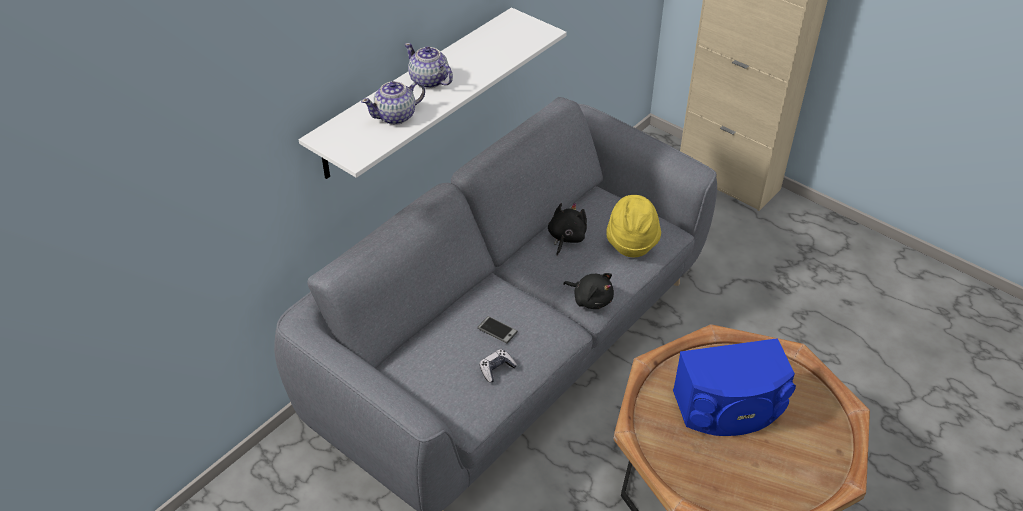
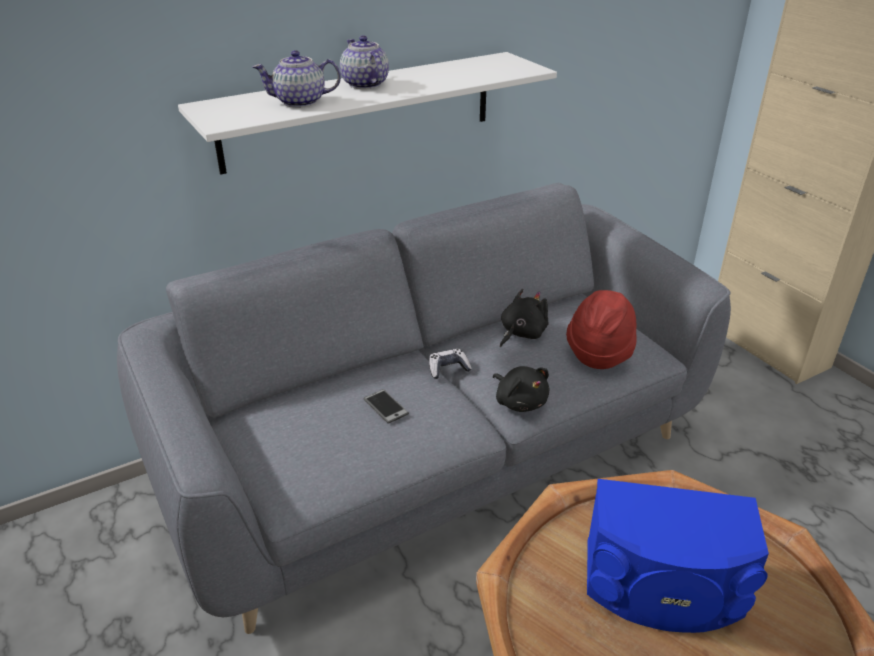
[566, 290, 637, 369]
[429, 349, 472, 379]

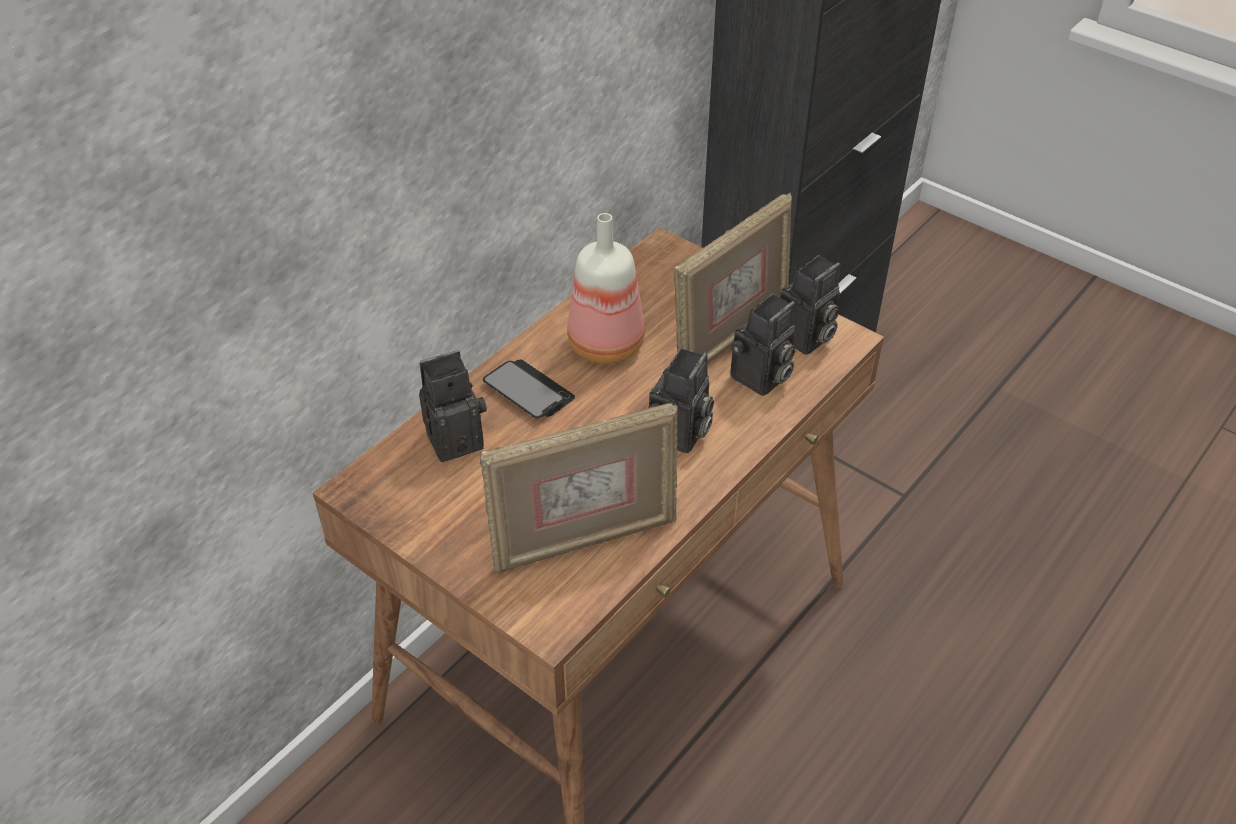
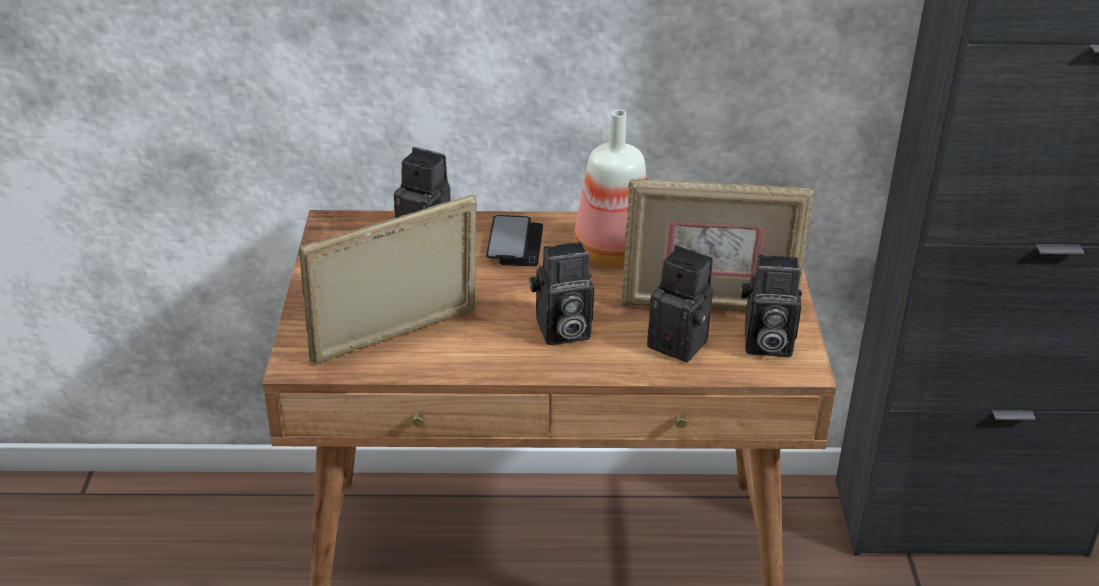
[647, 244, 713, 362]
[299, 195, 477, 363]

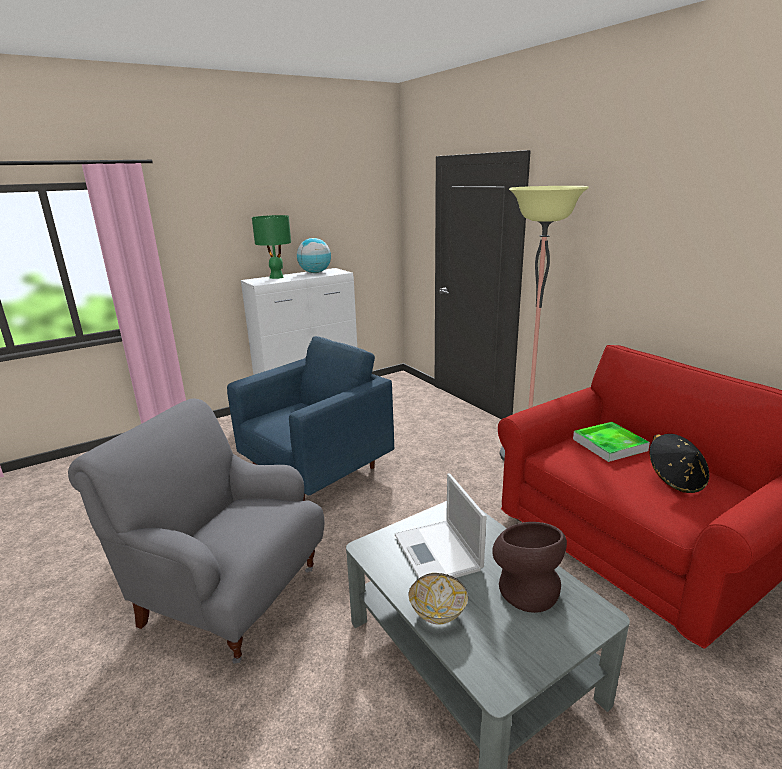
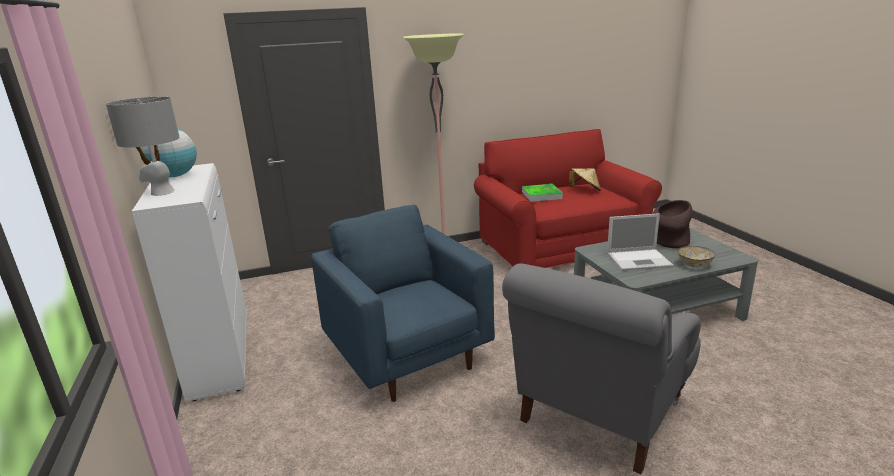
[106, 96, 180, 196]
[569, 169, 601, 191]

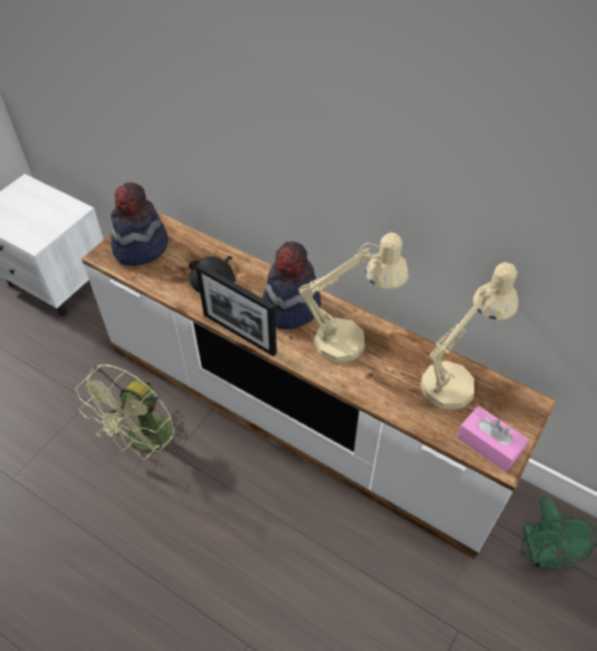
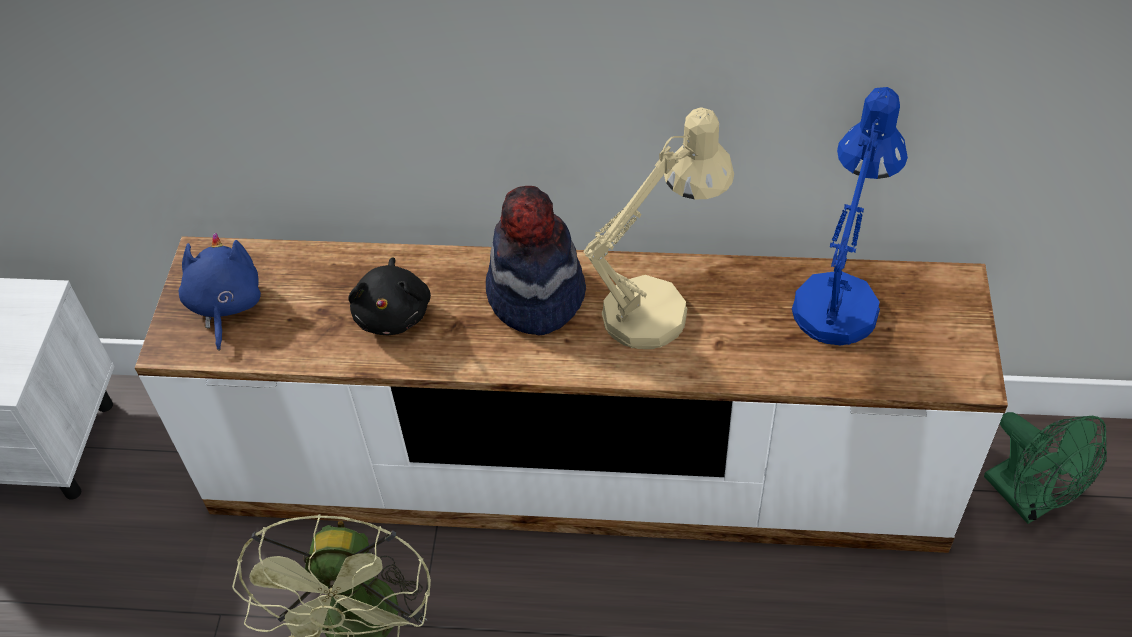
[179, 233, 261, 351]
[792, 87, 908, 345]
[196, 263, 277, 357] (first image)
[457, 406, 528, 472] (first image)

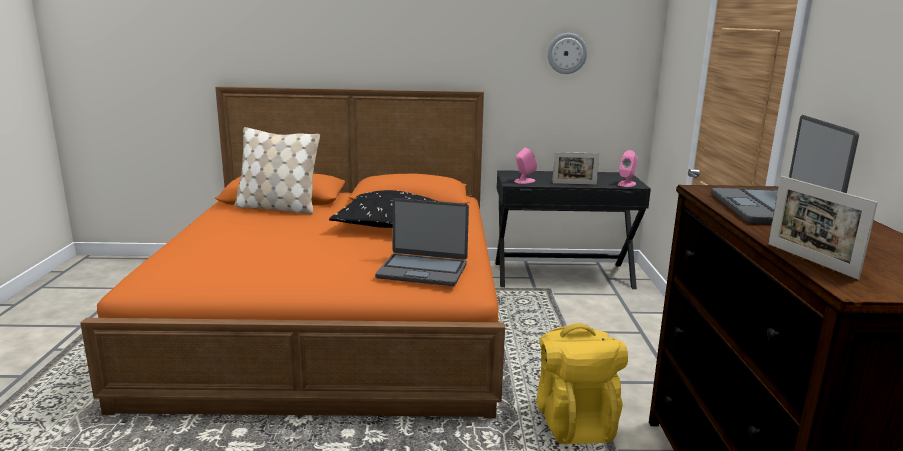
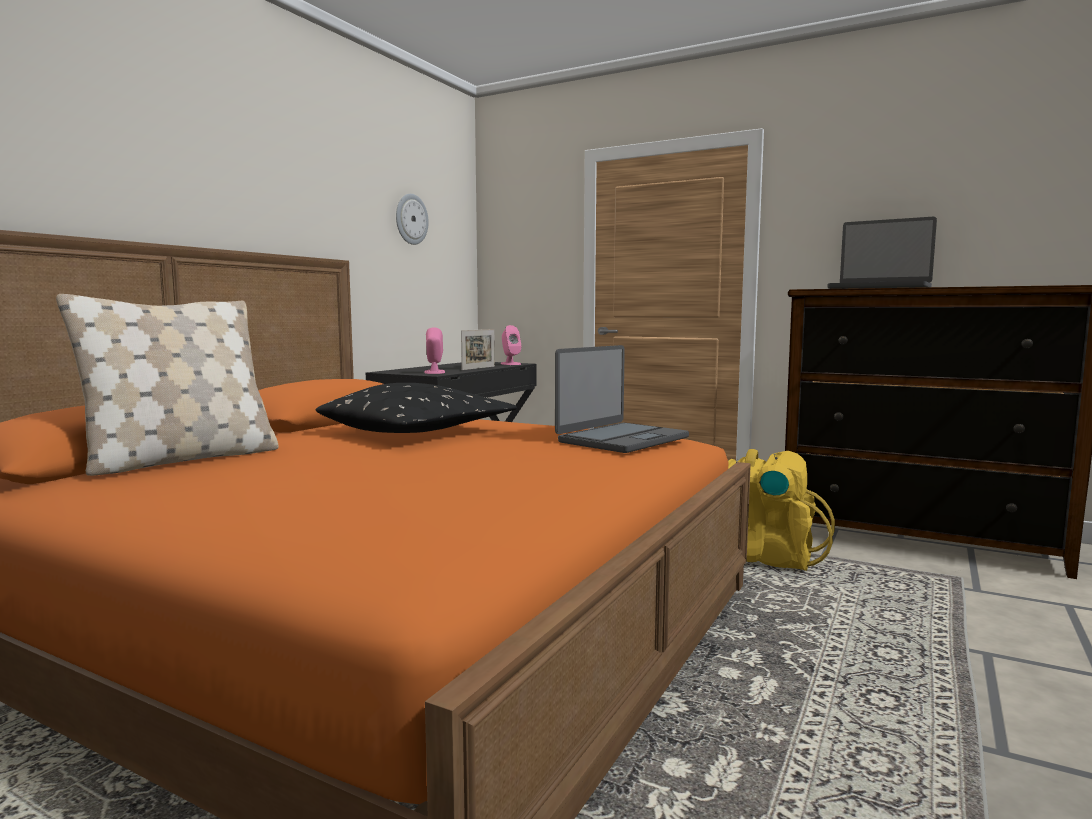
[768, 176, 878, 280] (first image)

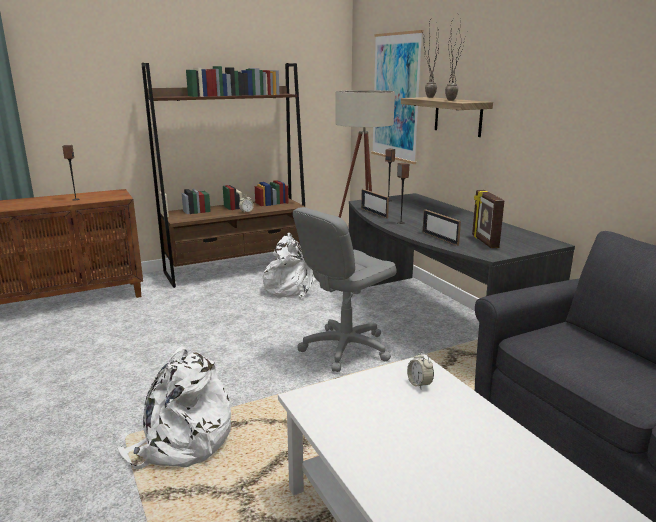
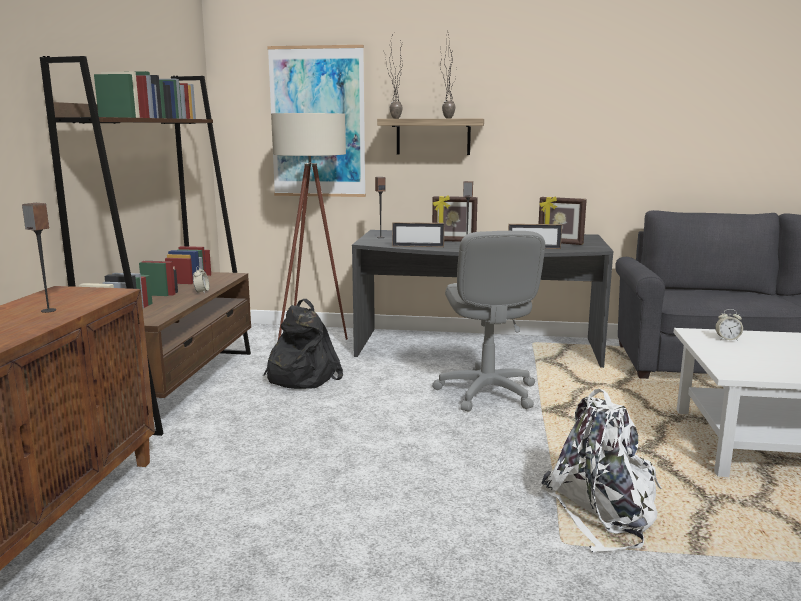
[263, 299, 343, 389]
[432, 196, 478, 242]

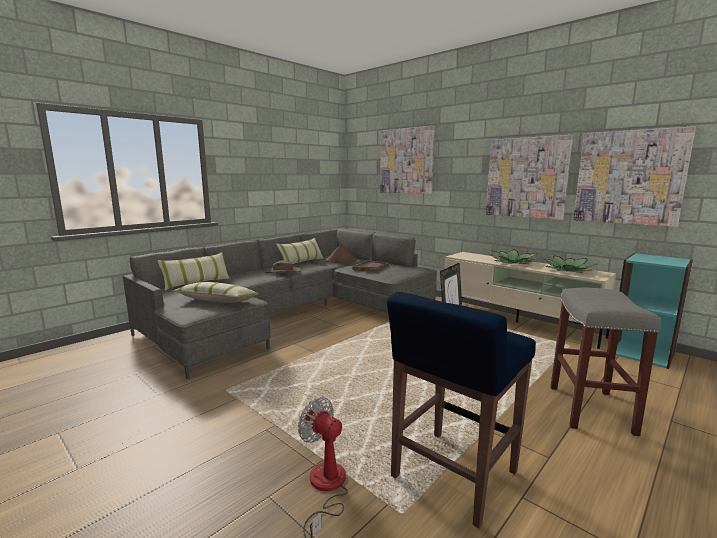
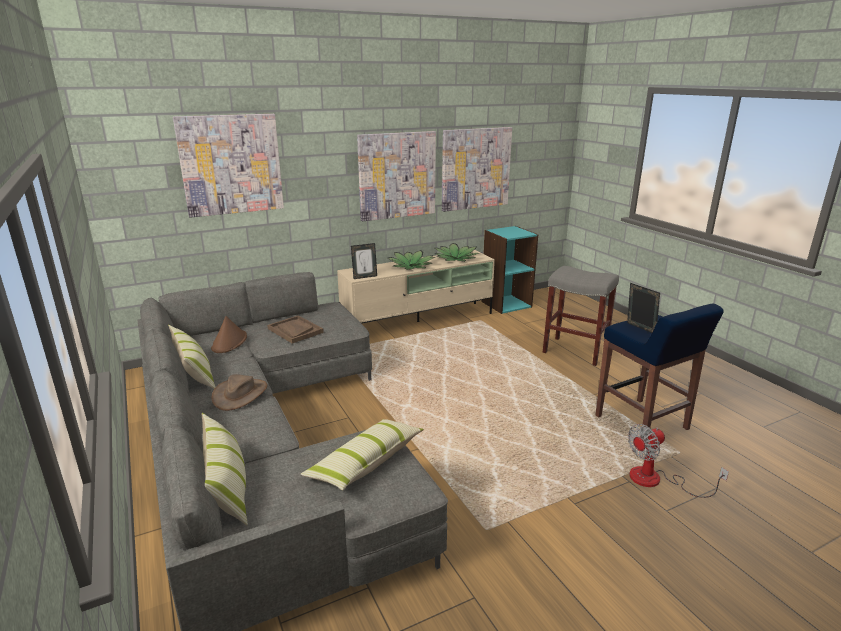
[351, 243, 377, 279]

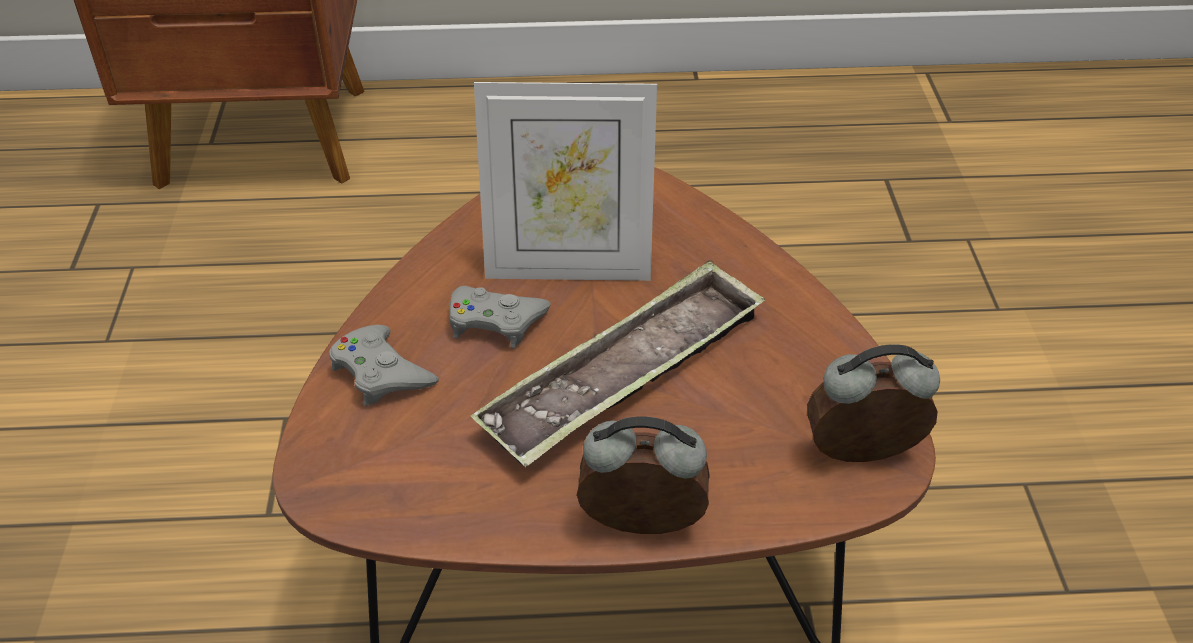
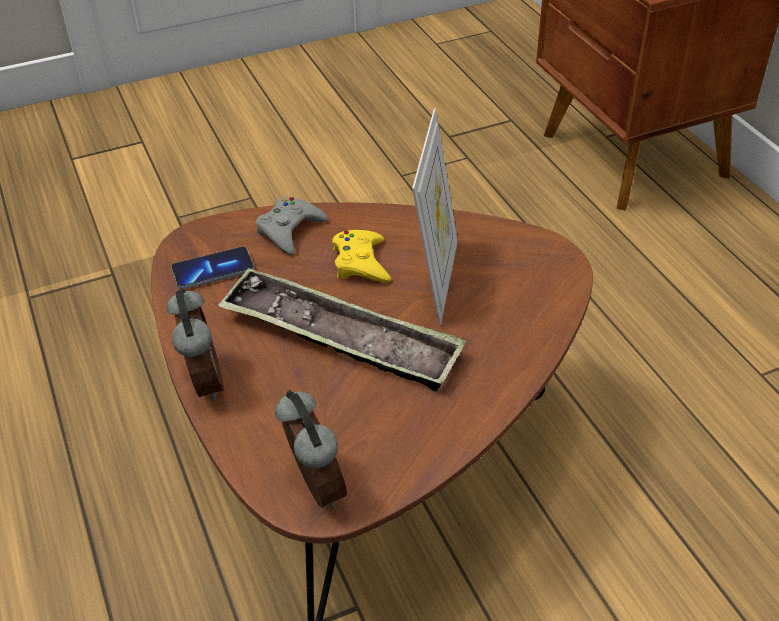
[412, 108, 458, 325]
[332, 230, 391, 282]
[171, 247, 254, 289]

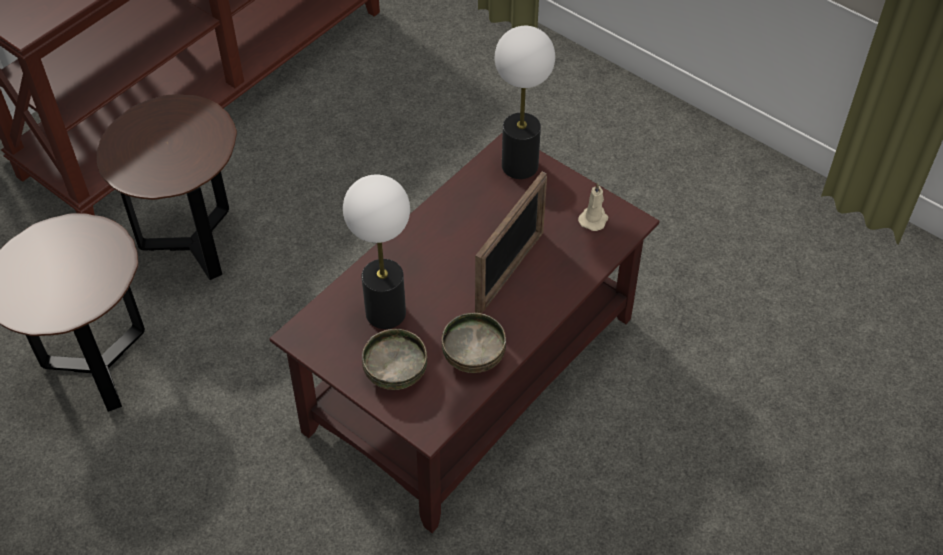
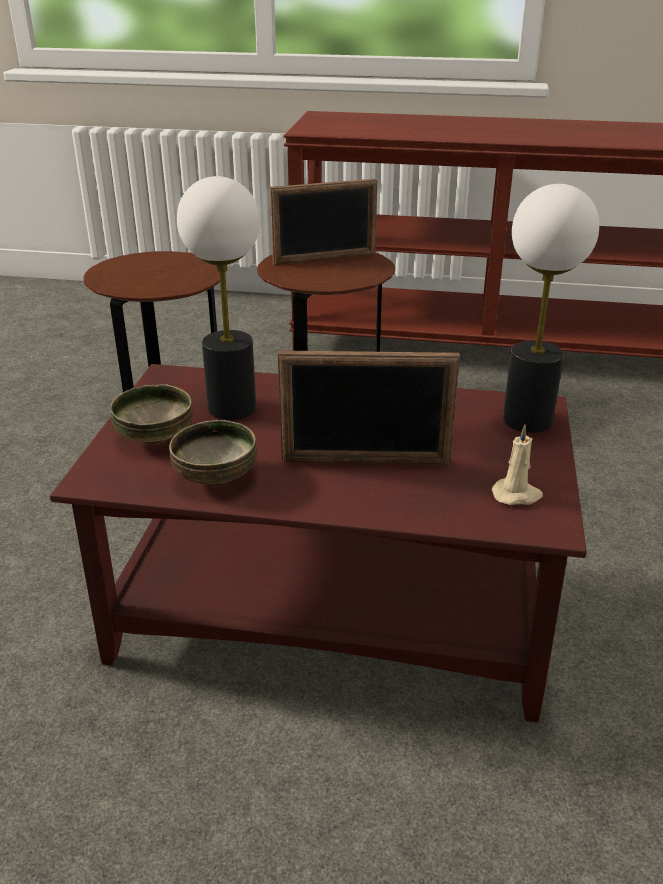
[270, 179, 377, 265]

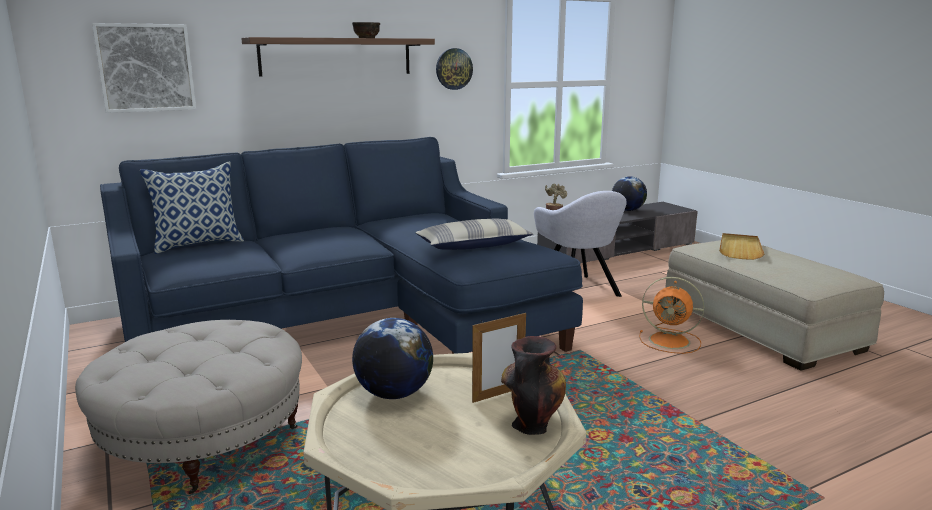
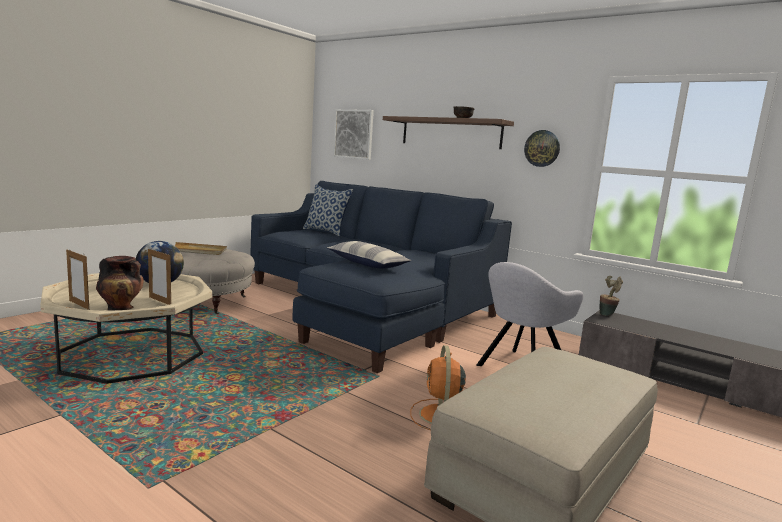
[612, 176, 647, 211] (first image)
[175, 242, 227, 255]
[66, 250, 89, 310]

